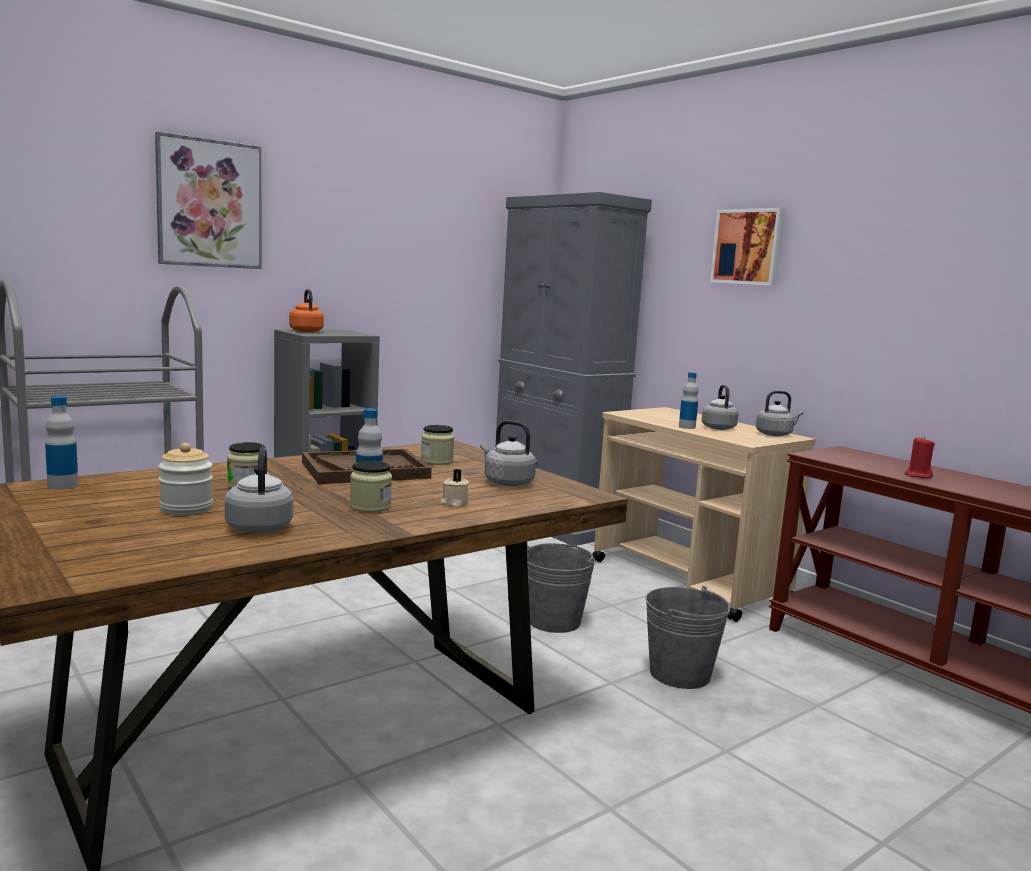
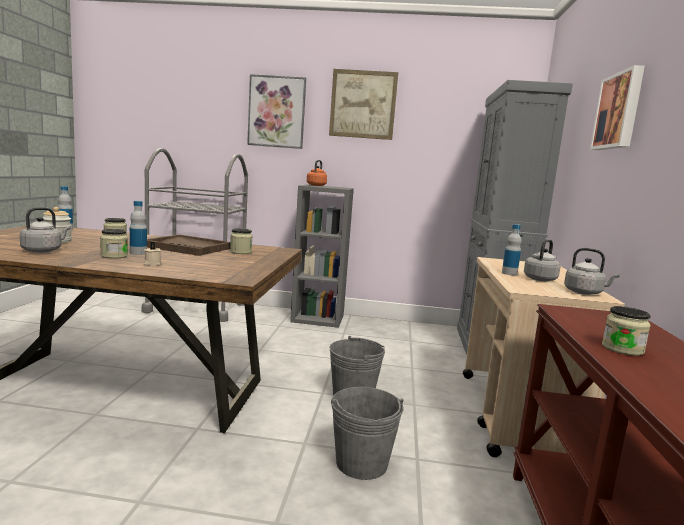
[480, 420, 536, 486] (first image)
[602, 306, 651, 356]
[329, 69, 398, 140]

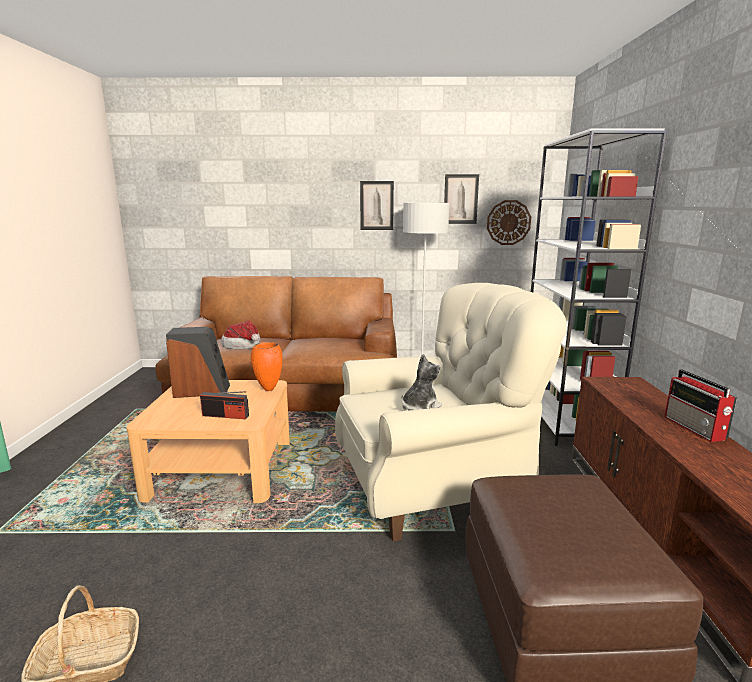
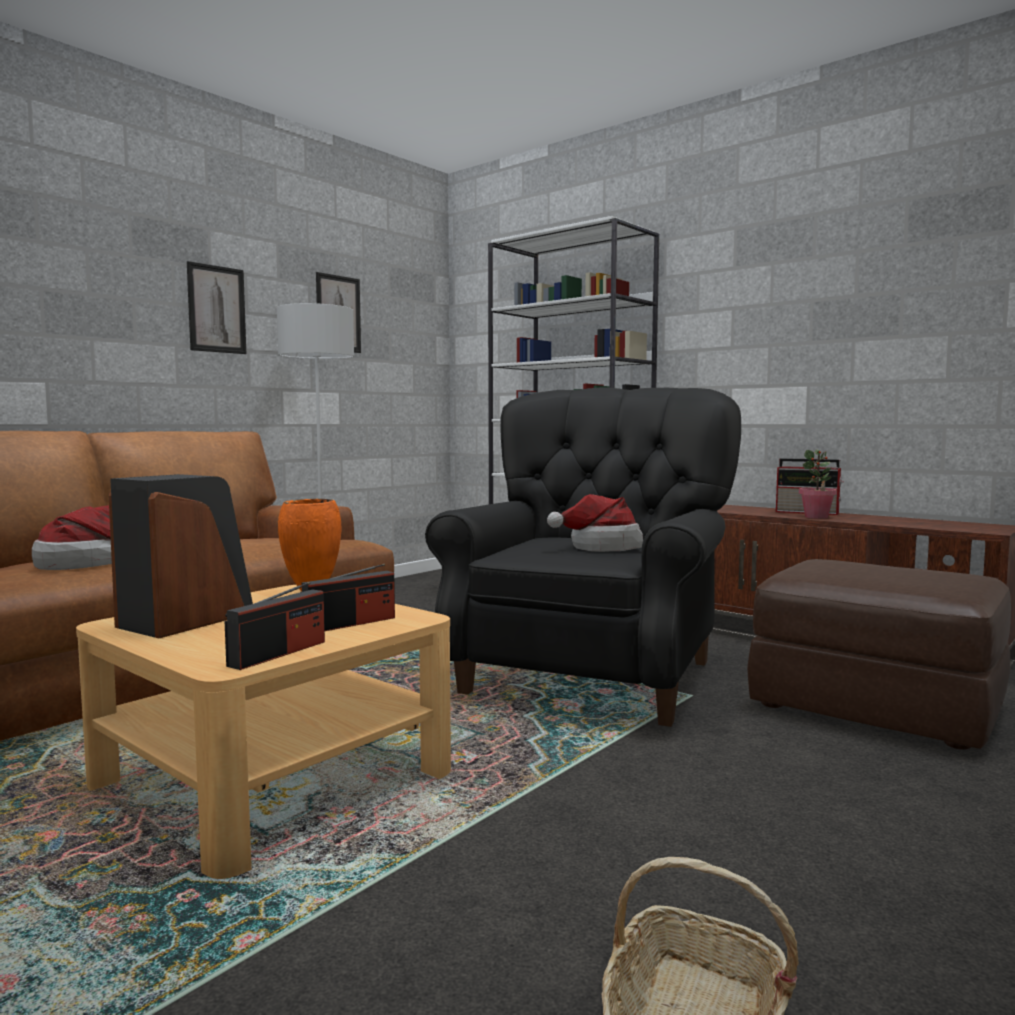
[487, 200, 531, 245] (first image)
[425, 387, 741, 727]
[547, 494, 643, 552]
[799, 449, 837, 519]
[225, 582, 325, 670]

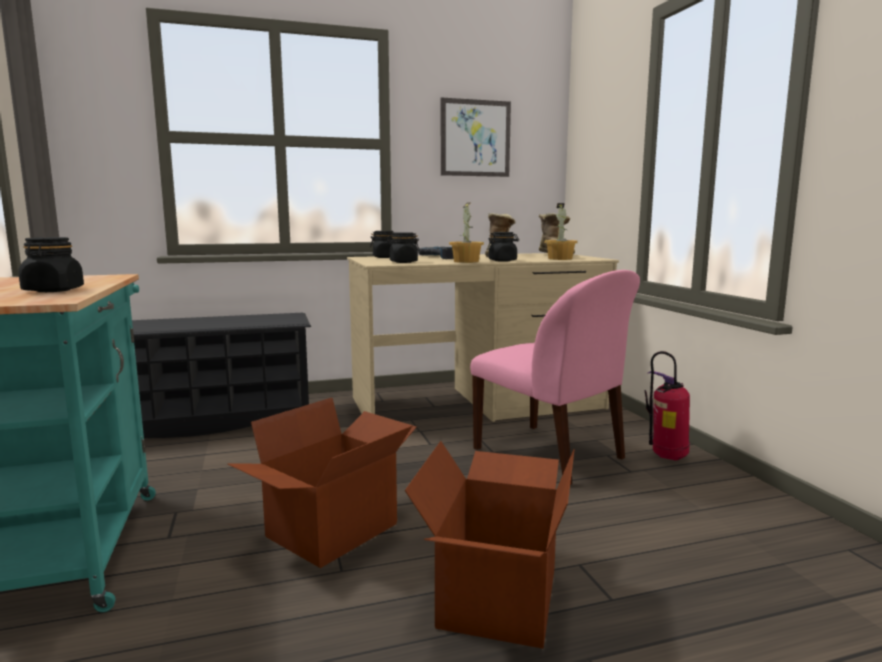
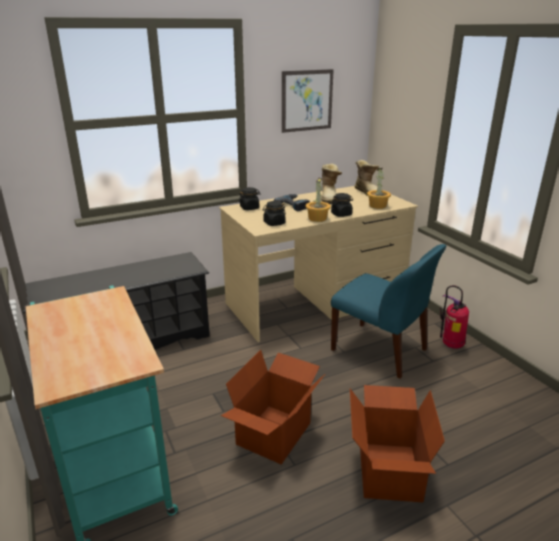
[18, 237, 84, 292] (first image)
[331, 244, 446, 379]

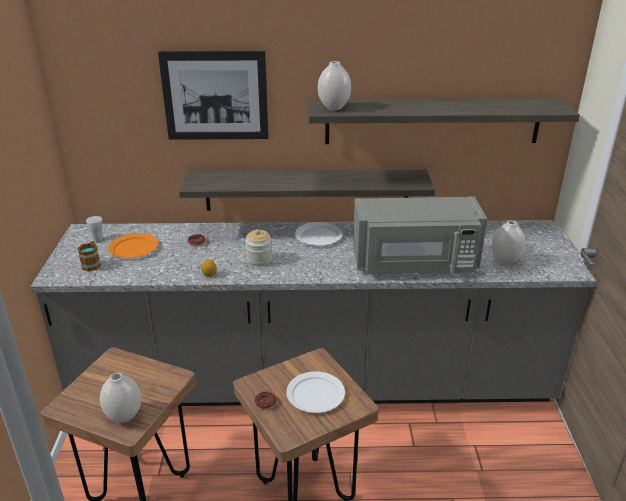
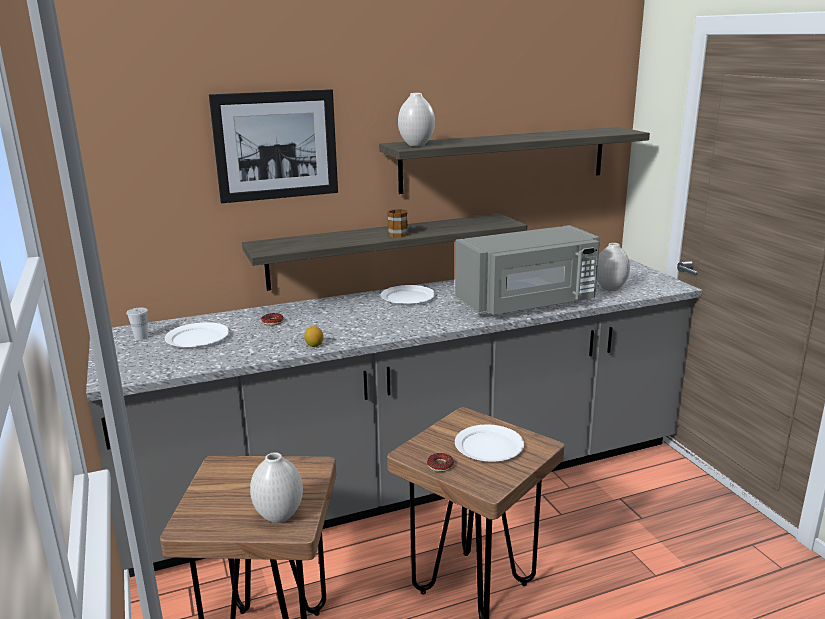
[245, 229, 272, 266] (first image)
[165, 322, 229, 348]
[387, 209, 408, 237]

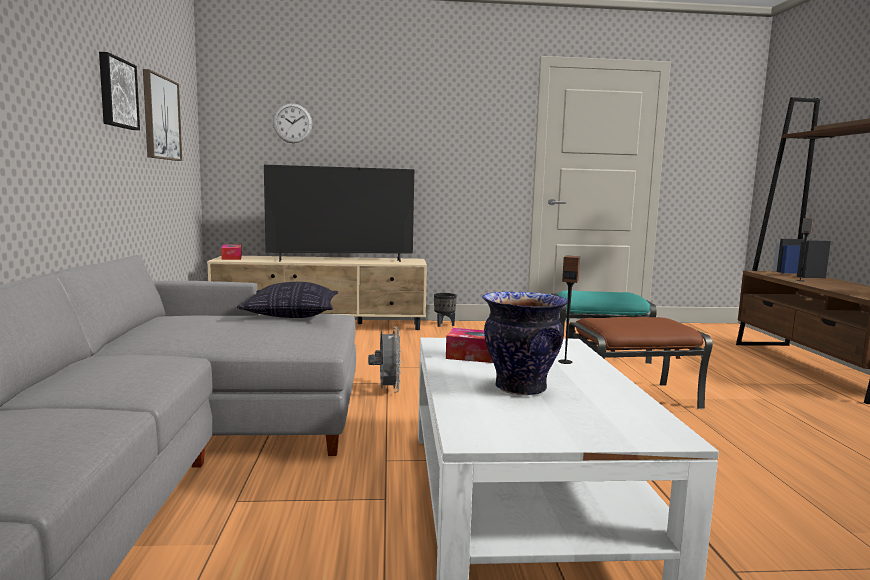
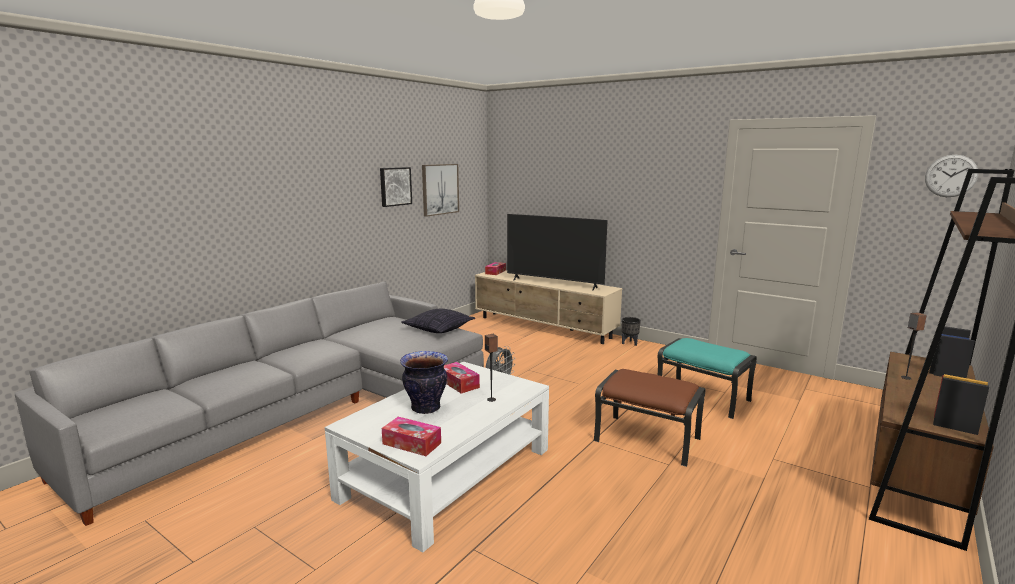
[925, 155, 978, 197]
[382, 417, 441, 456]

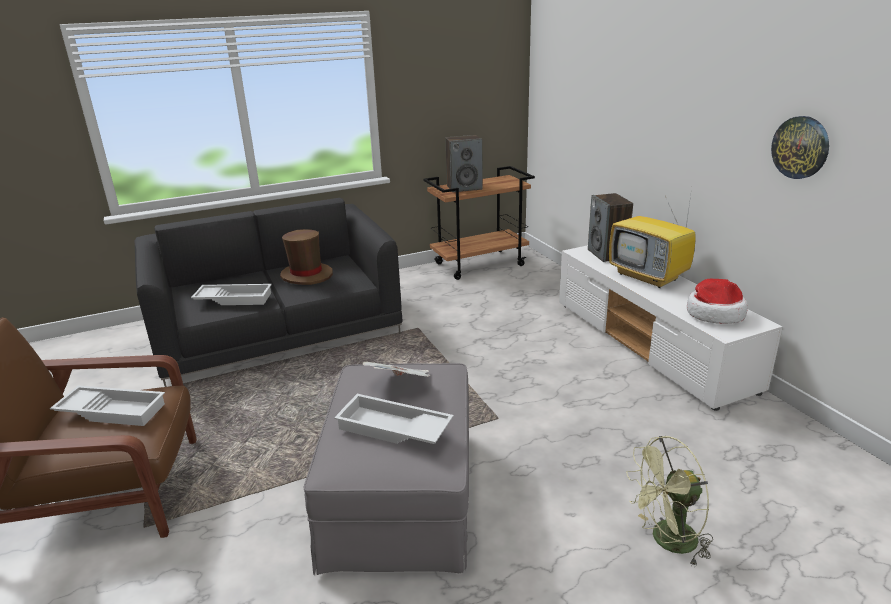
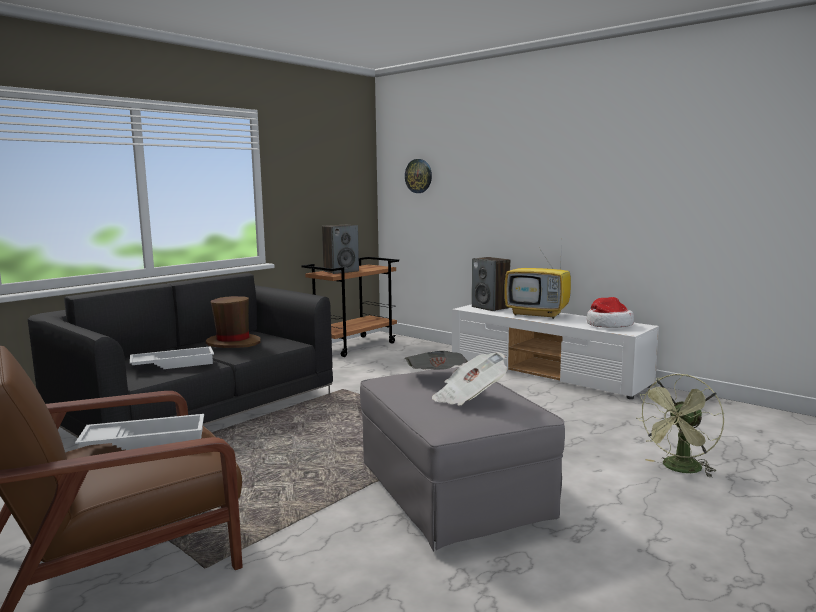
[405, 159, 432, 193]
[432, 353, 507, 406]

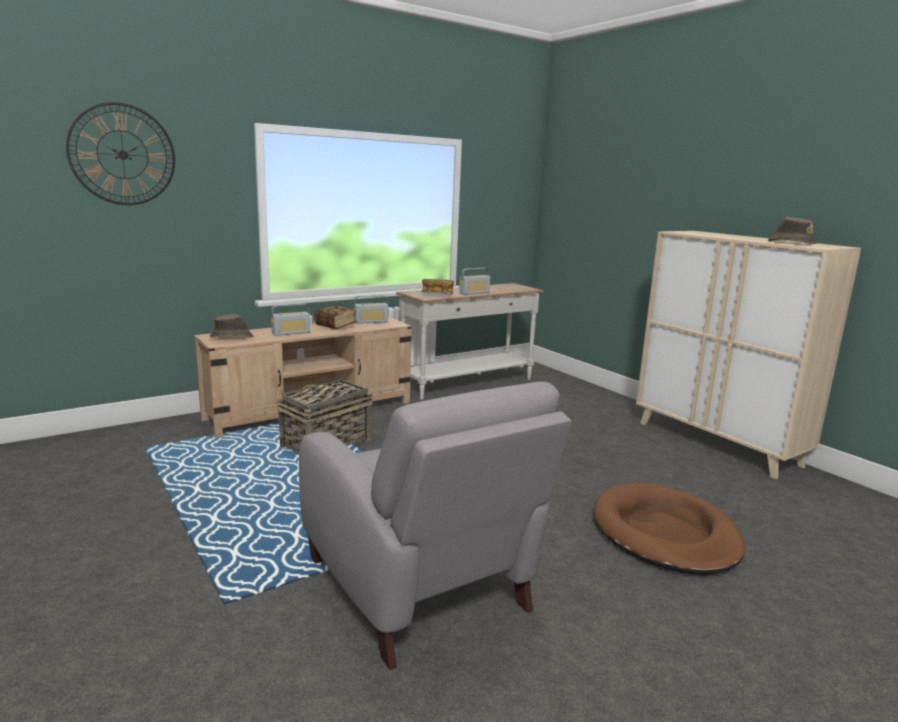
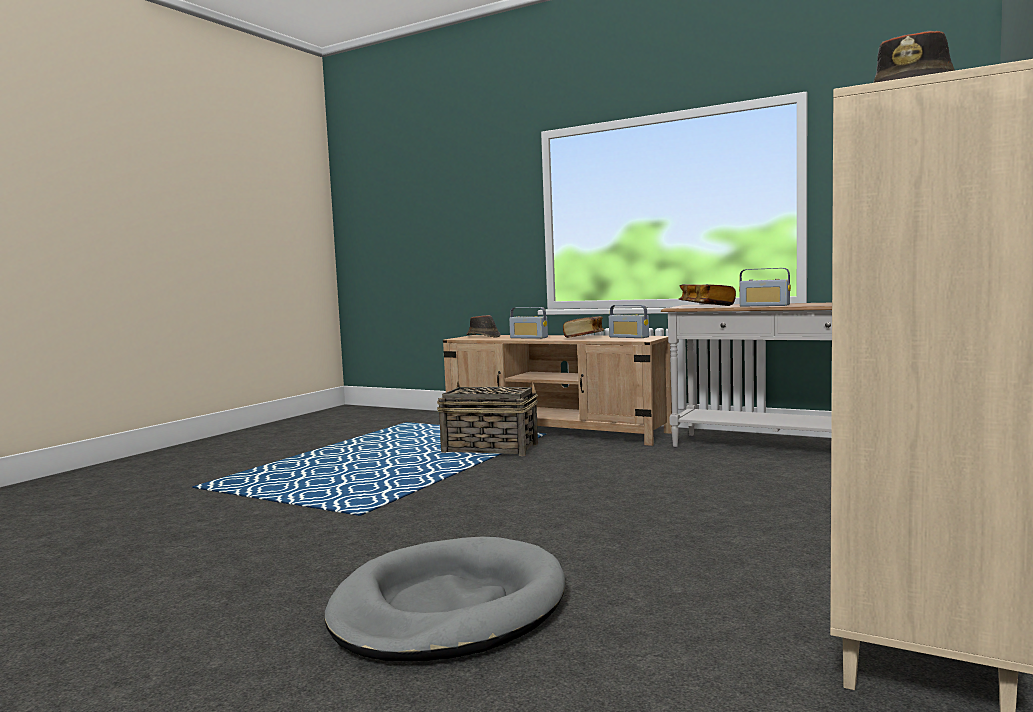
[66, 102, 175, 205] (first image)
[299, 382, 572, 670] (first image)
[325, 537, 565, 661]

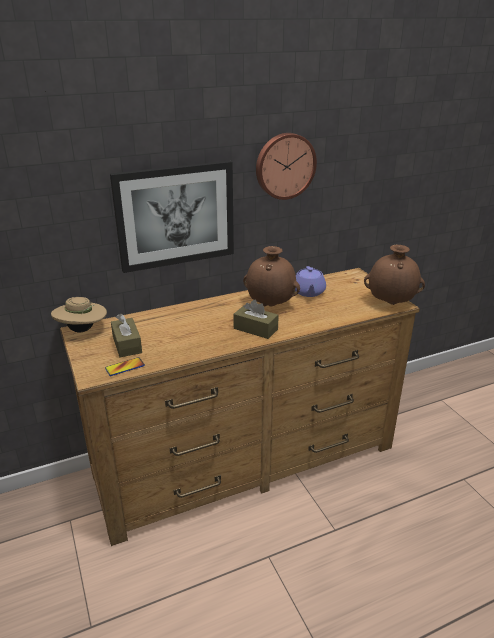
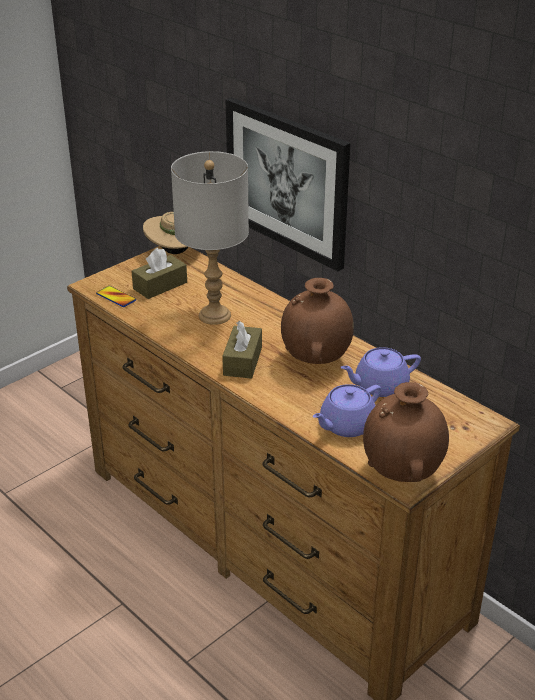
[256, 133, 317, 200] (first image)
[171, 151, 249, 325]
[313, 384, 381, 437]

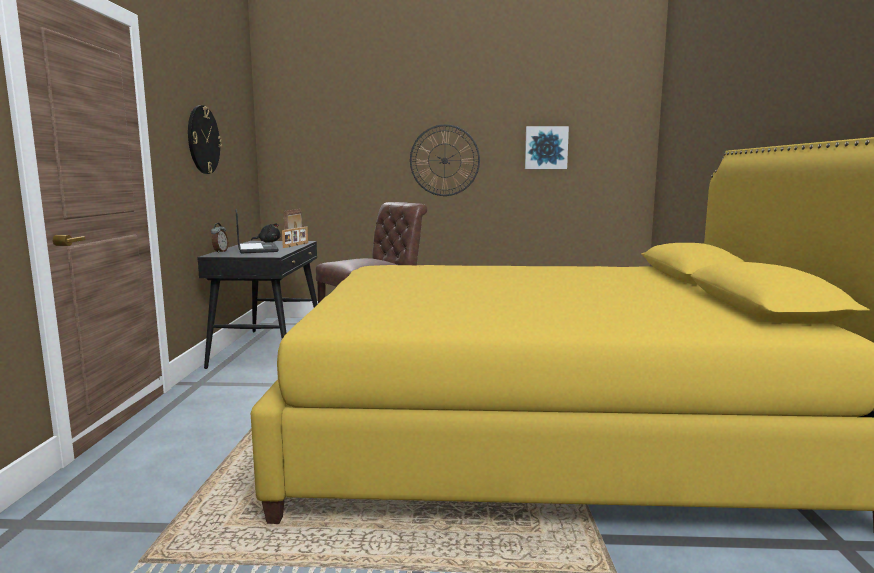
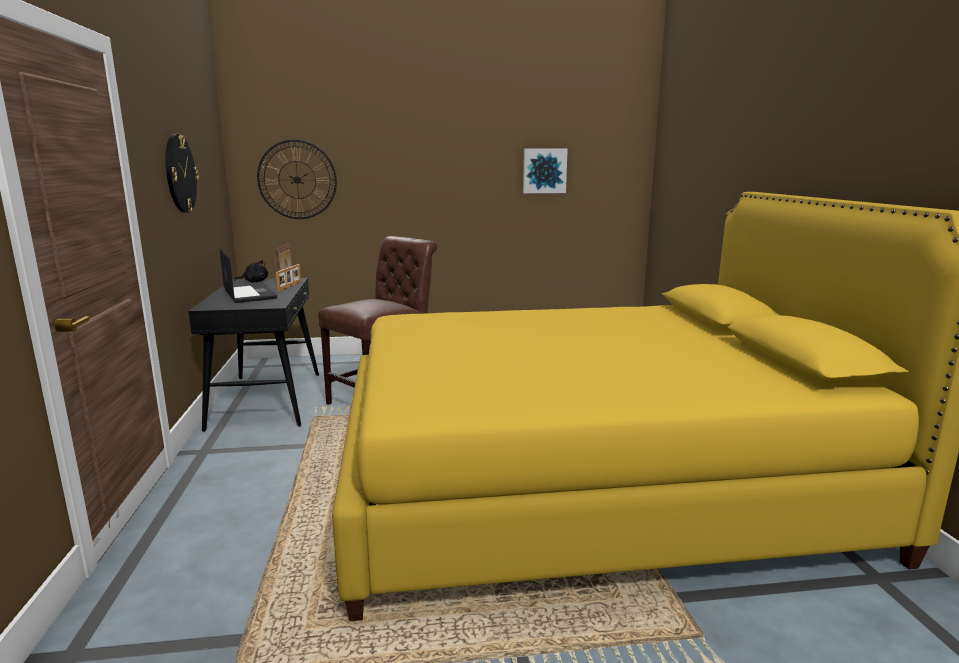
[257, 140, 337, 219]
[211, 223, 228, 253] (first image)

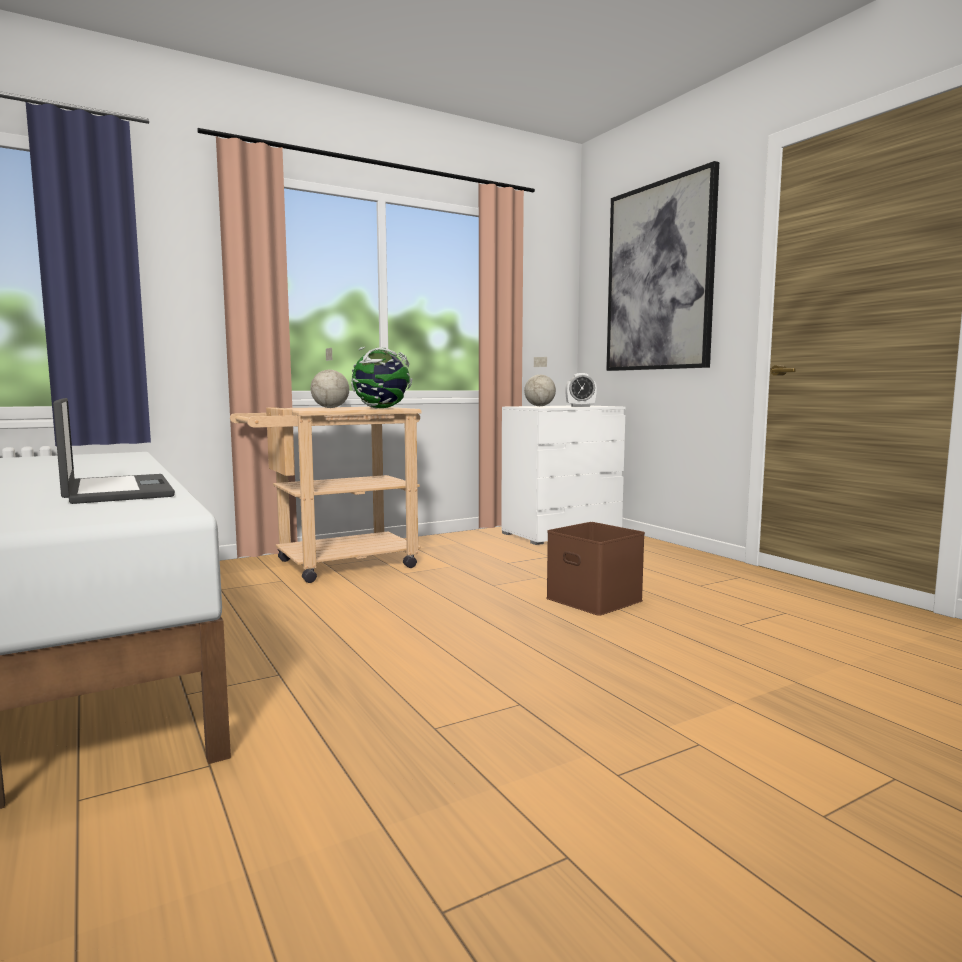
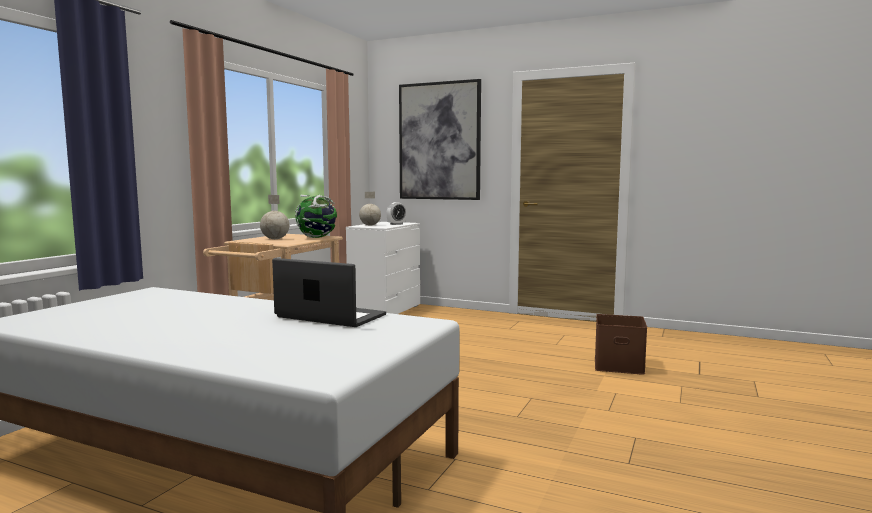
[595, 314, 647, 375]

